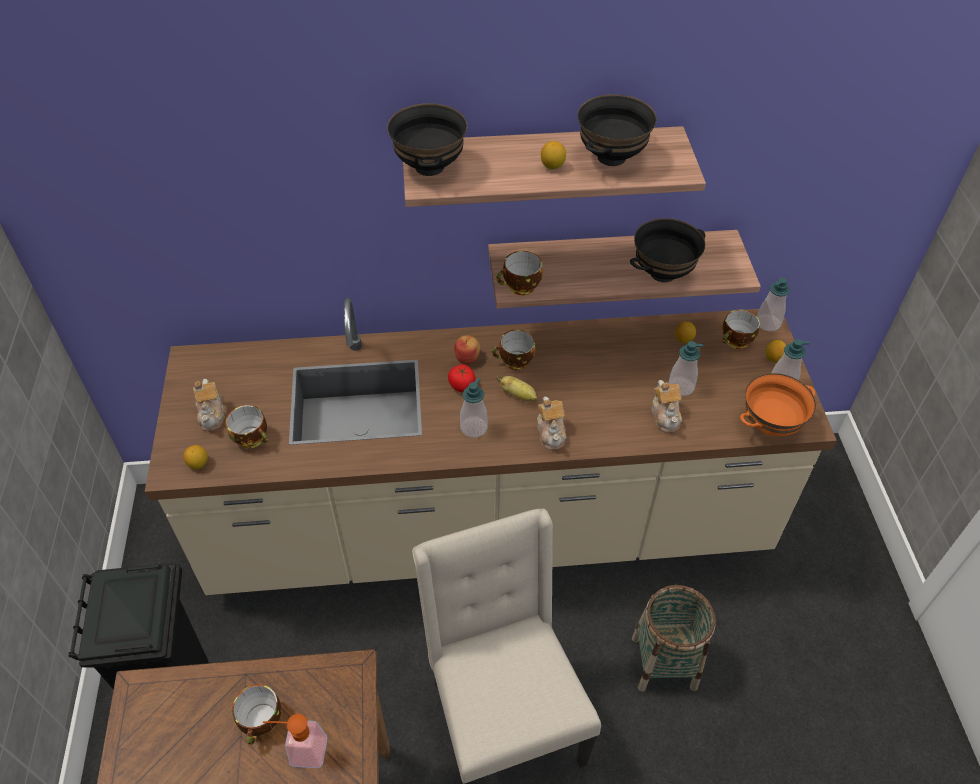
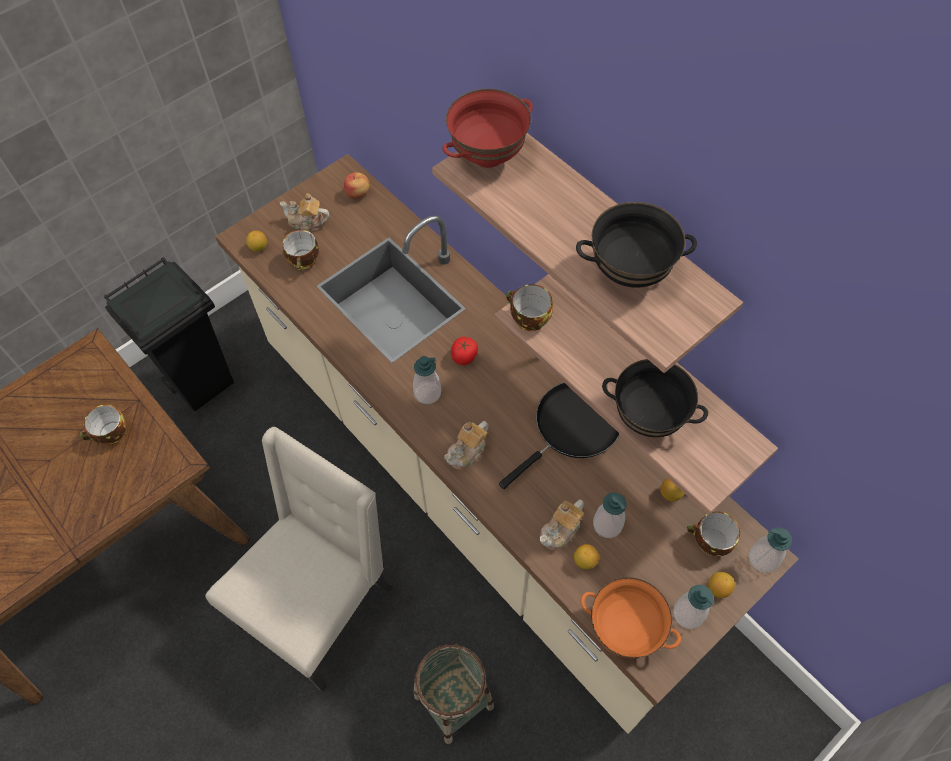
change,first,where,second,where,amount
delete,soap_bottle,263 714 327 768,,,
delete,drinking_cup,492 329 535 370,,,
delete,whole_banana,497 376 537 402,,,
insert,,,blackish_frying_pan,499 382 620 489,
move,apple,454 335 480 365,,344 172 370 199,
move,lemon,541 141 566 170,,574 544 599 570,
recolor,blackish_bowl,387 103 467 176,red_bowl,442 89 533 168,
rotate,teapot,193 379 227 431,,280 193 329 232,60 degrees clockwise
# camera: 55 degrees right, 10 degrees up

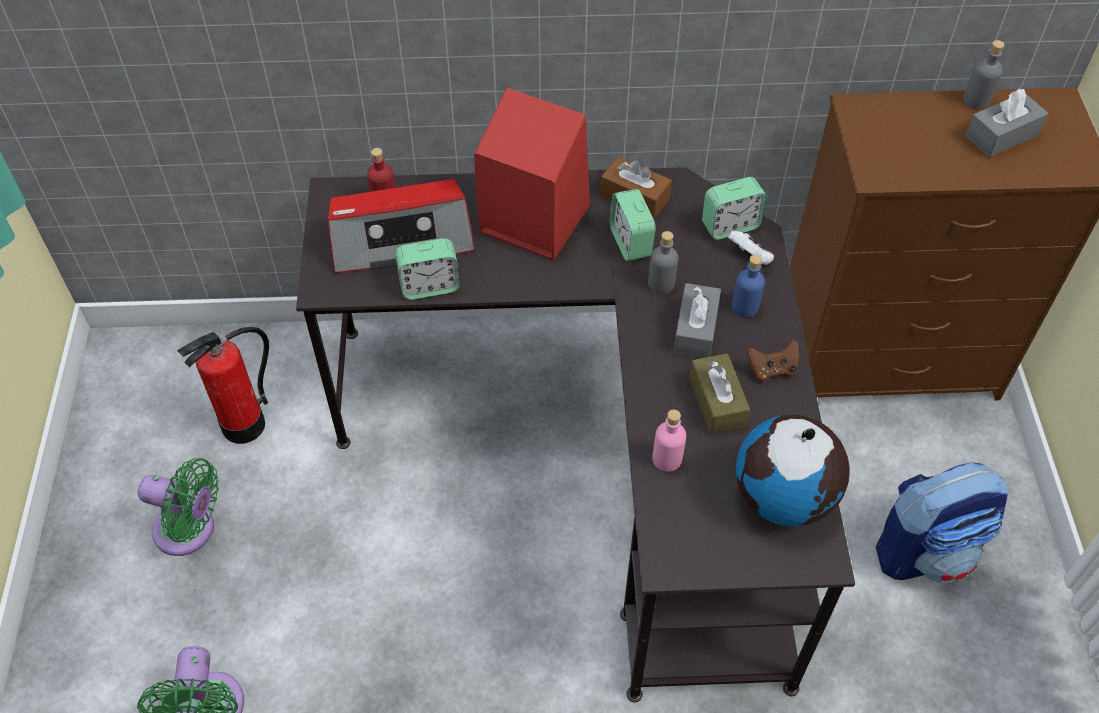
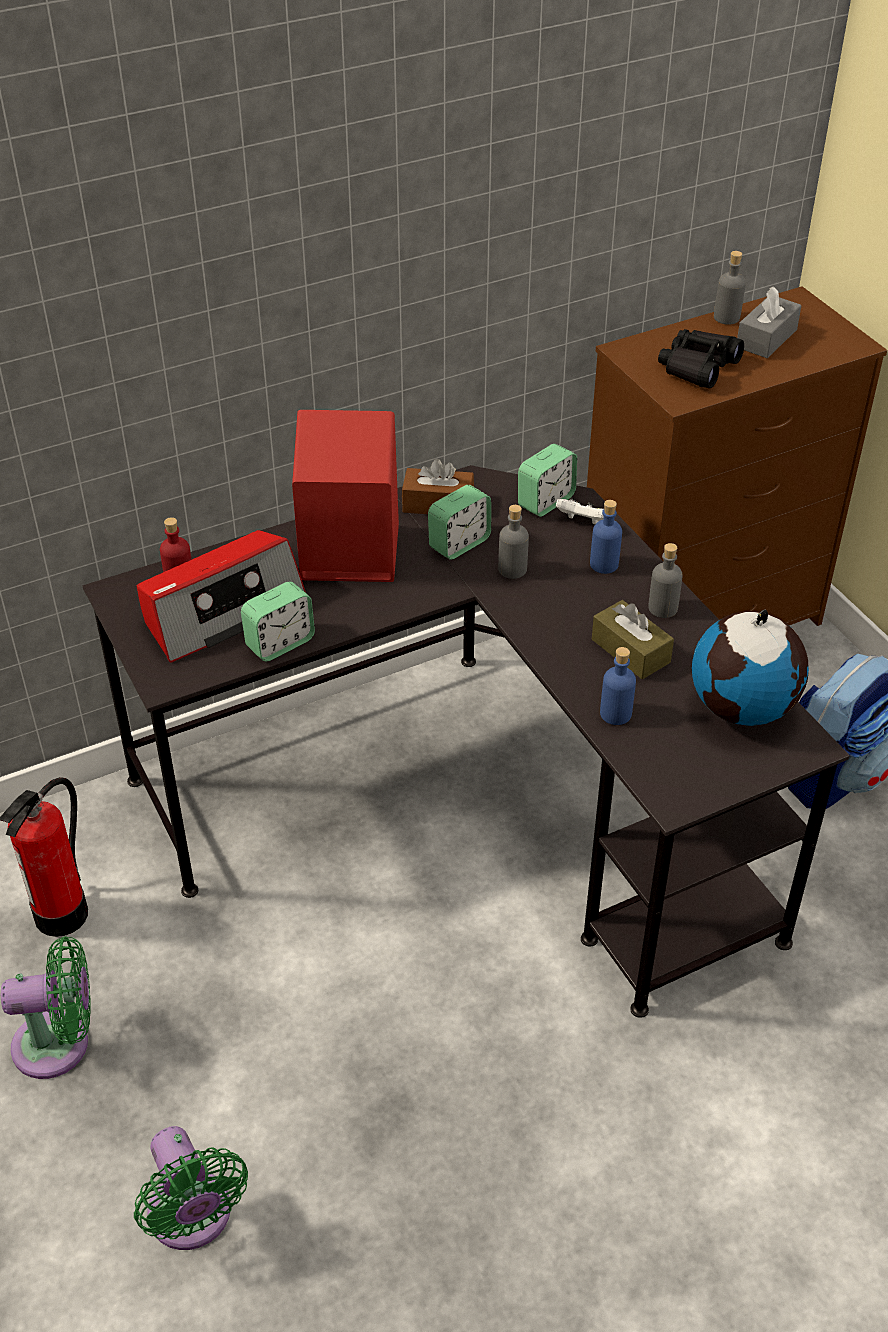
change,first,where,second,where,amount
delete,gray_tissue_holder,673 283 721 358,,,
insert,,,blackish_field_glasses,658 329 744 388,
replace,brownish_gamepad,747 339 799 382,gray_bottle,648 543 683 618,
recolor,pinkish_bottle,652 410 686 472,blue-coloured_bottle,600 647 636 725,
rotate,bedside_clock,610 189 656 261,,428 485 491 560,90 degrees counterclockwise
# camera: 25 degrees left, 10 degrees down

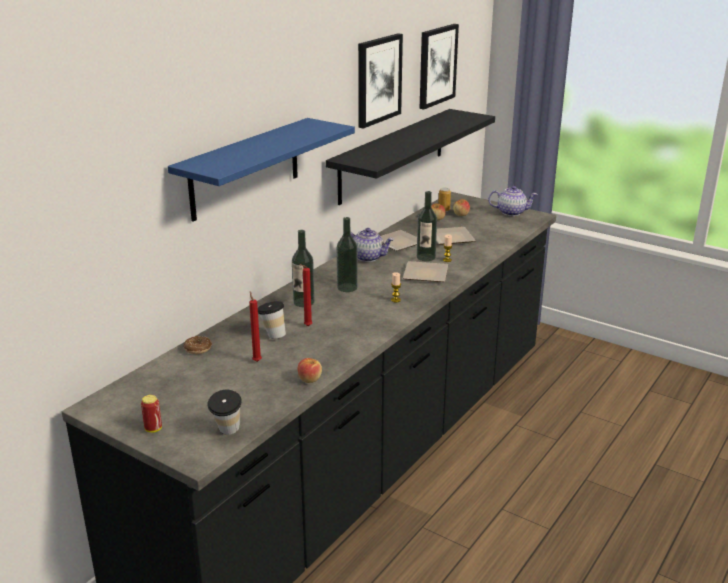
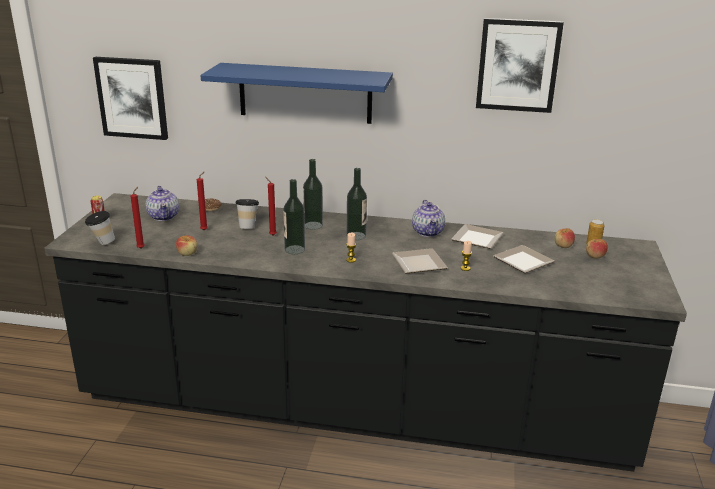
change,first,where,second,where,amount
delete,blackish_wall_shelf,326 109 495 205,,,
insert,,,red_candle,131 187 145 249,
move,bottle,417 191 437 261,,283 179 305 254,
move,wall_art,420 24 459 109,,93 57 168 140,
move,teapot,488 186 538 216,,146 186 179 221,
# camera: 65 degrees right, 0 degrees up

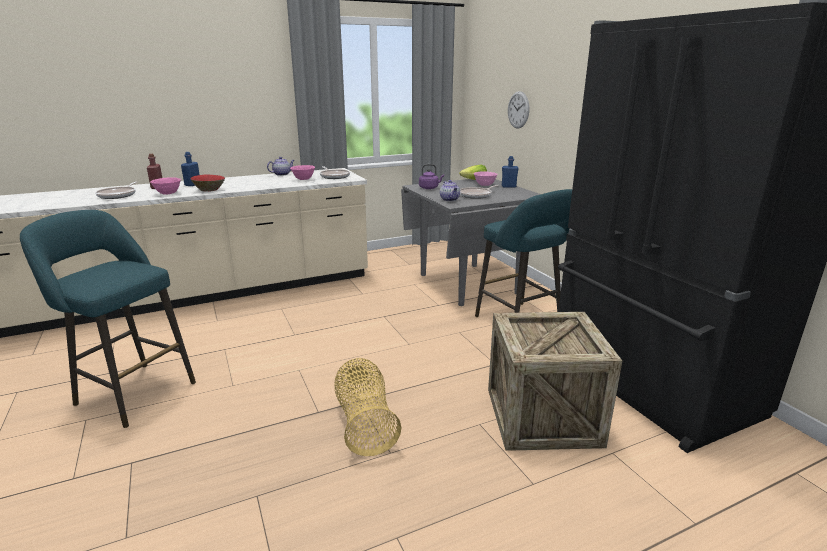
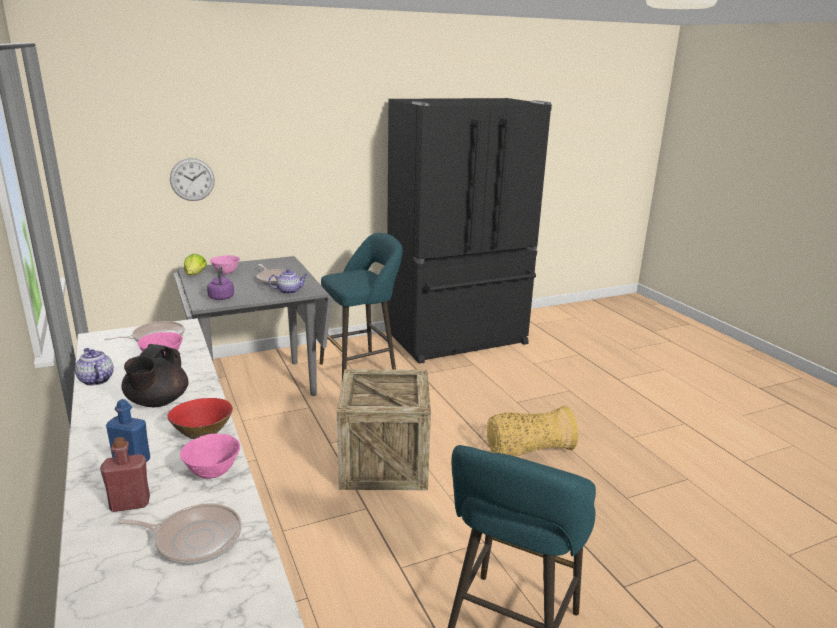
change,first,where,second,where,amount
delete,blue-coloured_bottle,502 156 519 188,,,
insert,,,blackish_teapot,121 344 188 407,
move,packing_crate,488 312 622 451,,337 369 431 490,
# camera: 90 degrees left, 0 degrees up

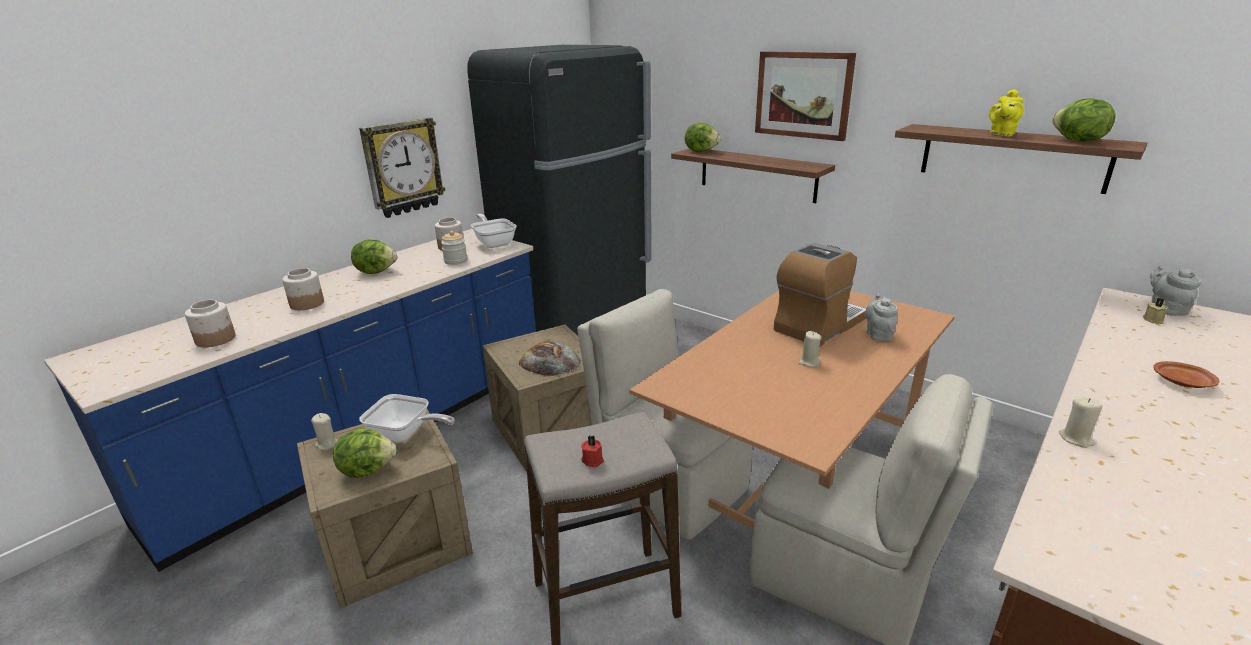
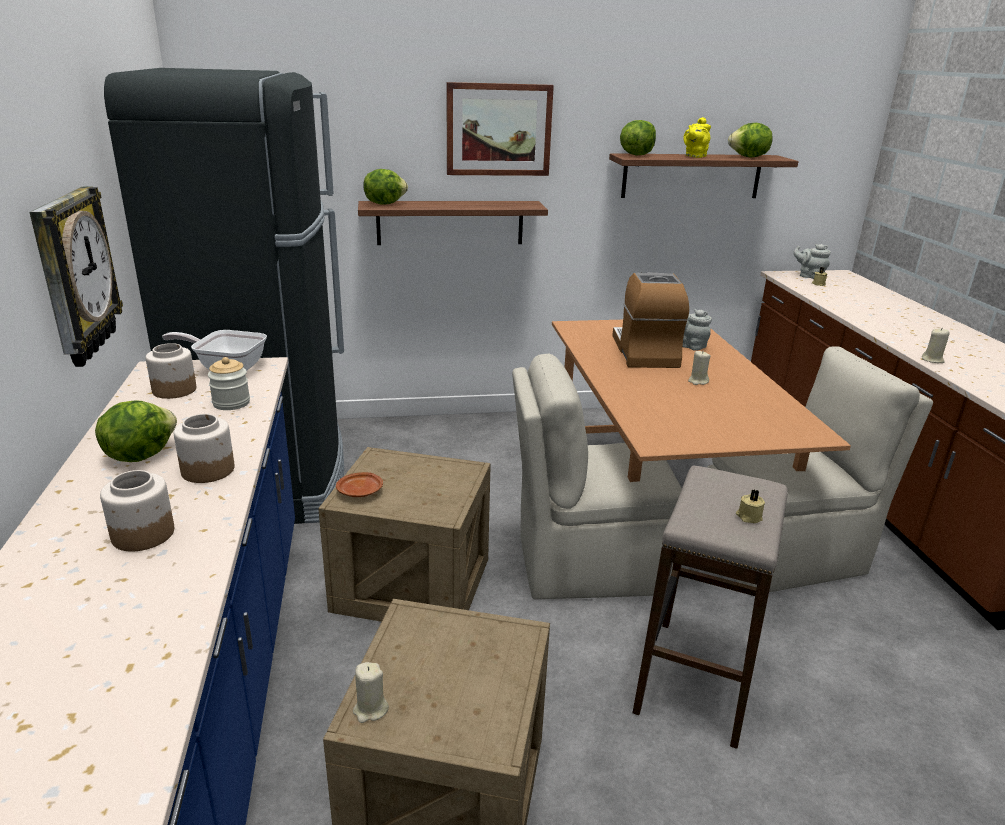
change,first,where,second,where,amount
delete,frying_pan,359 394 455 442,,,
delete,bakery_bread,519 341 581 376,,,
move,preserve_jar,185 300 236 347,,174 414 235 483,
move,lettuce,333 428 397 478,,620 120 656 155,
move,brownish_plate,1153 361 1219 388,,336 472 383 497,
recolor,red_candle,581 436 604 467,sand-coloured_candle,736 489 765 523,
rotate,yellowish_teapot,989 89 1024 136,,683 117 711 158,45 degrees clockwise
# camera: 50 degrees left, 0 degrees up

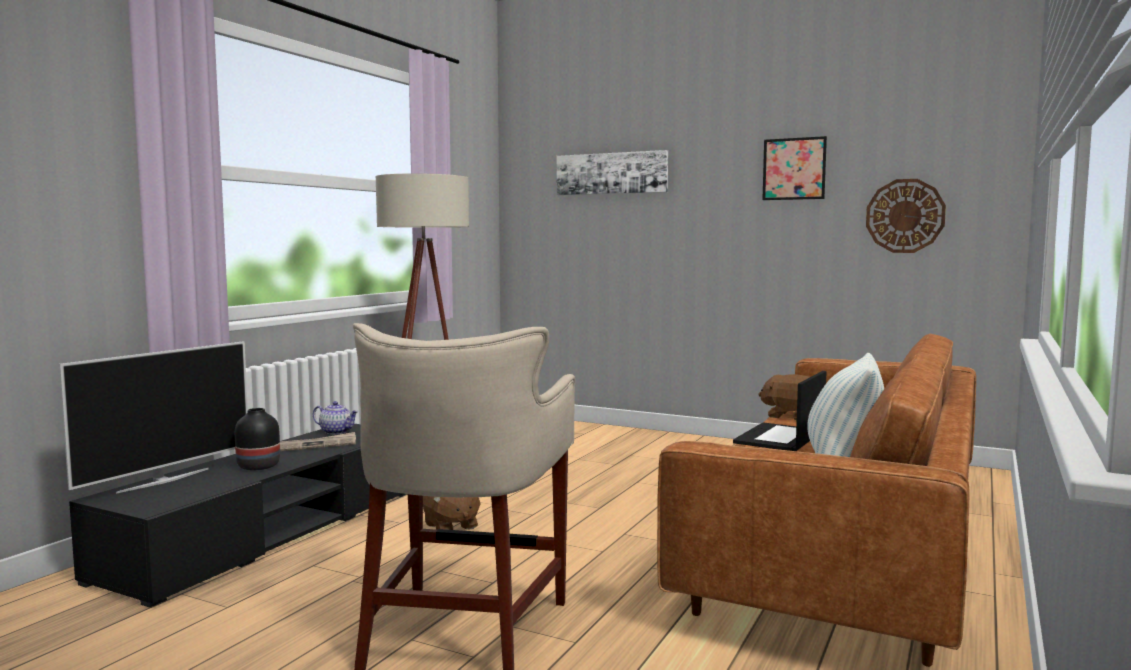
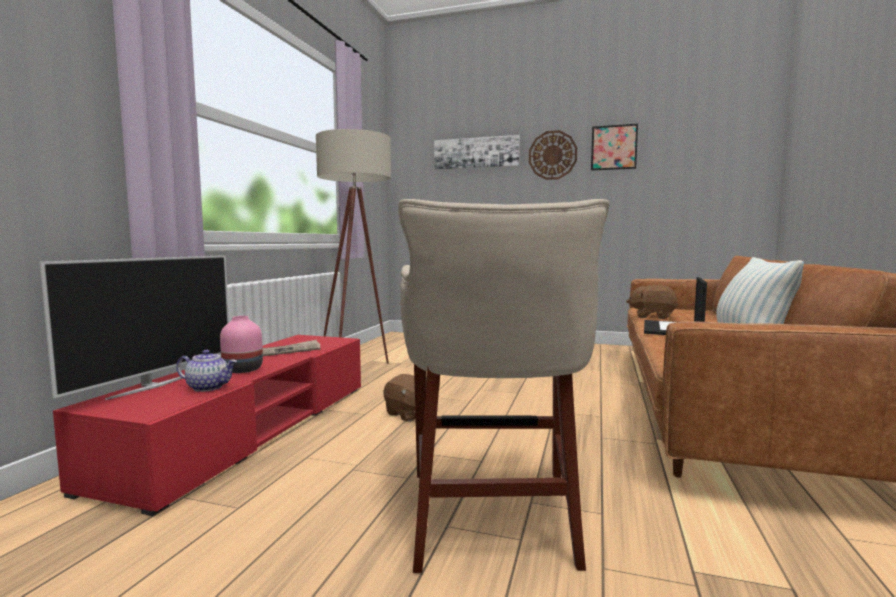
change,first,where,second,where,amount
move,teapot,313 401 359 435,,176 350 237 392,
move,clock_on_the_wall,866 179 946 253,,529 130 577 180,
recolor,blackish_media_console,69 424 406 608,red_media_console,53 335 361 516,
recolor,blackish_decorative_vase,235 408 280 470,pinkish_decorative_vase,220 316 263 373,
# camera: 10 degrees left, 0 degrees up

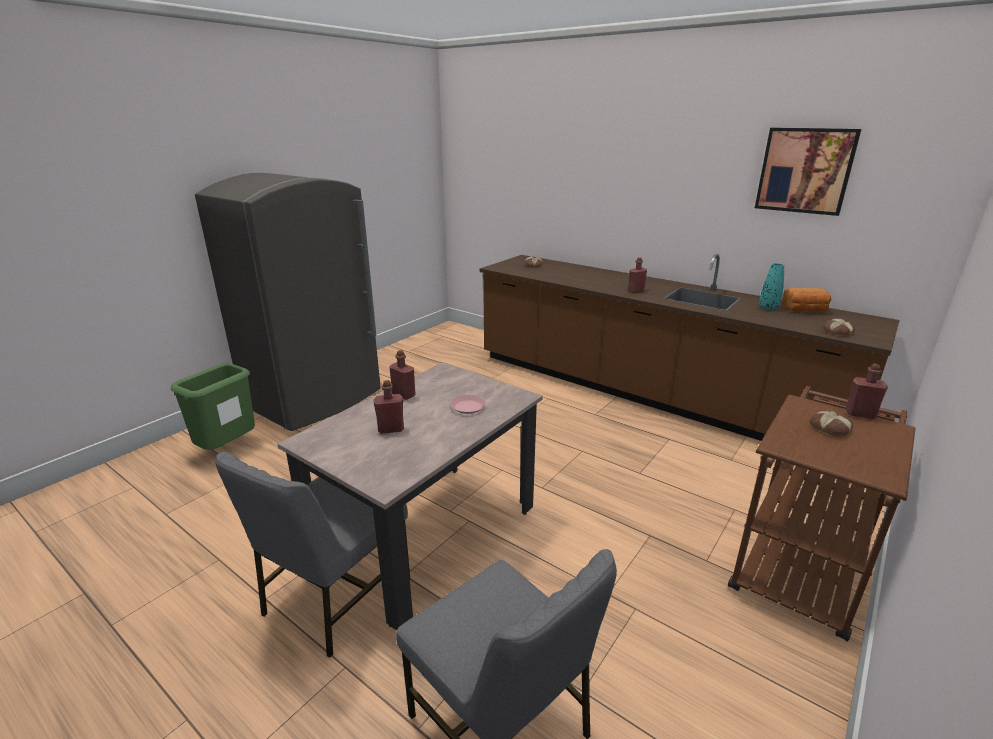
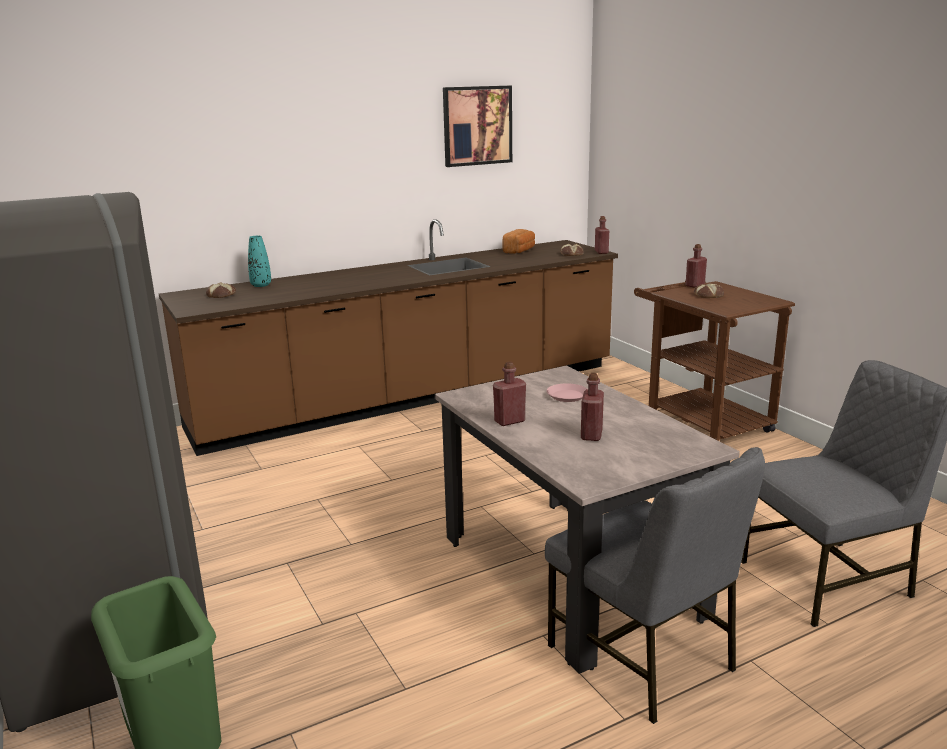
change,first,where,second,where,amount
move,red_bottle,628 257 647 293,,595 216 609 254,
move,blue-green_decorative_vase,759 263 784 310,,248 236 271 287,
# camera: 65 degrees left, 5 degrees down

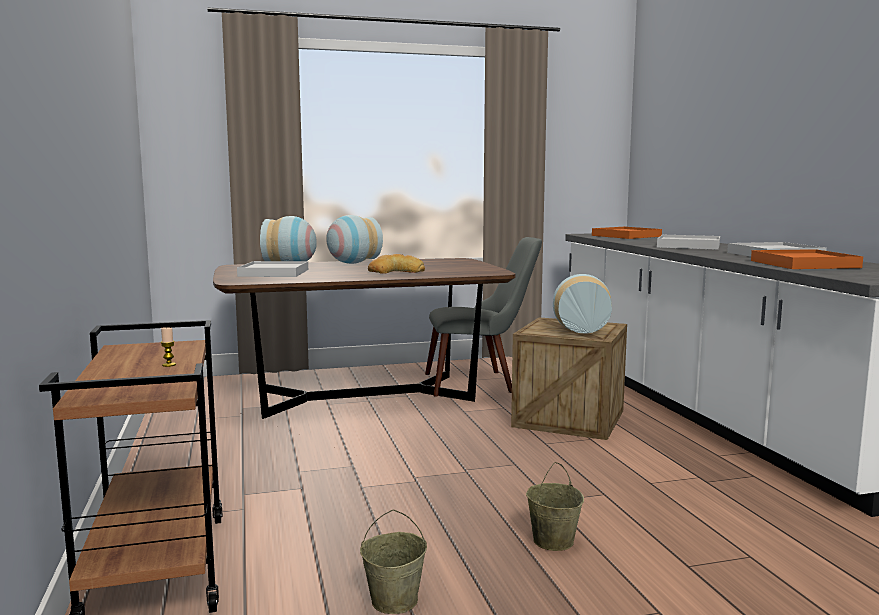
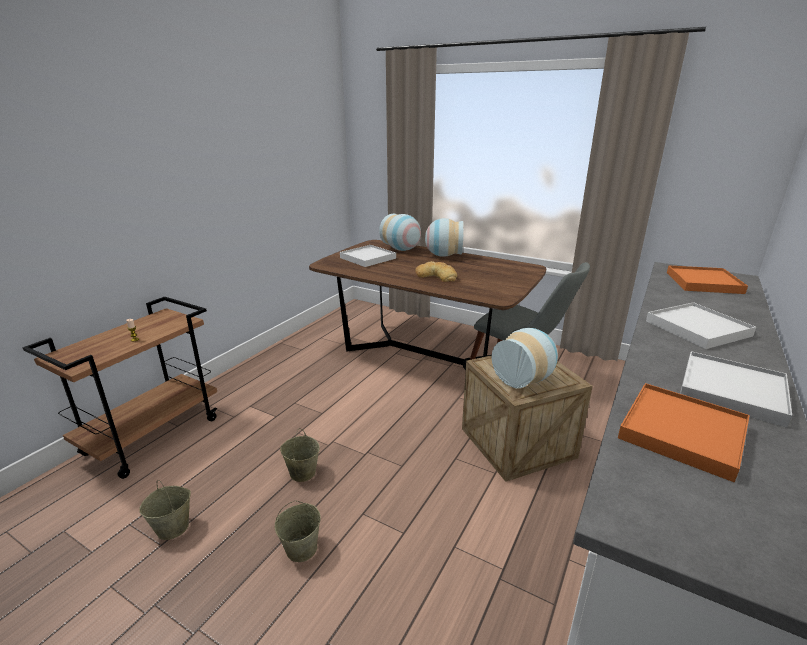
change,first,where,second,where,amount
insert,,,sand-coloured_water_bucket,280 428 320 482,
# camera: 45 degrees right, 15 degrees up

